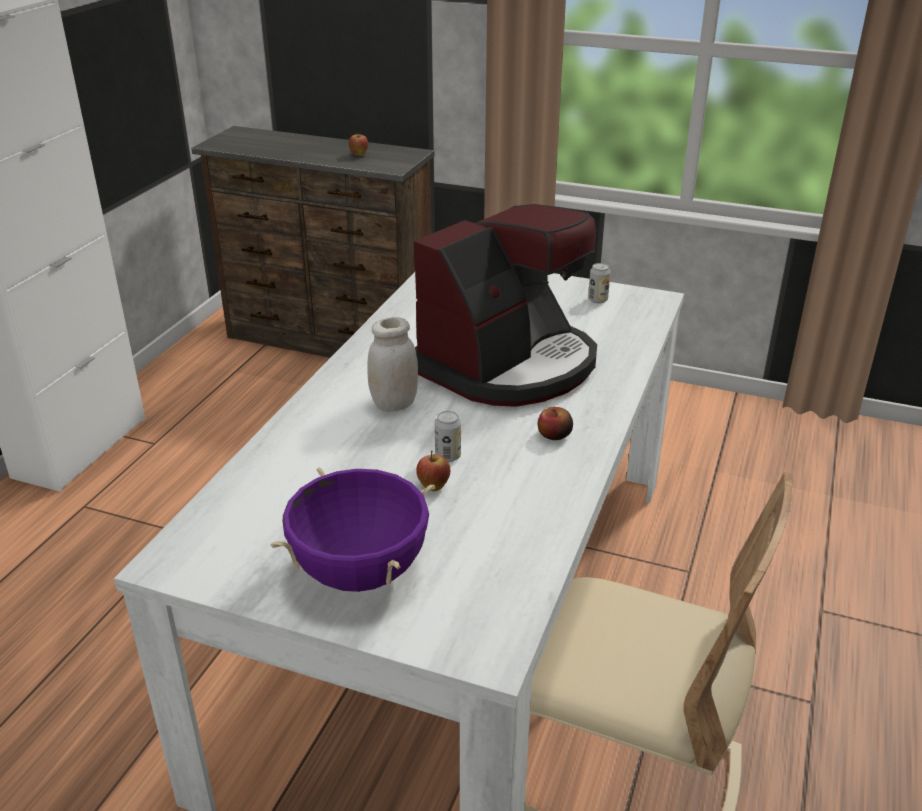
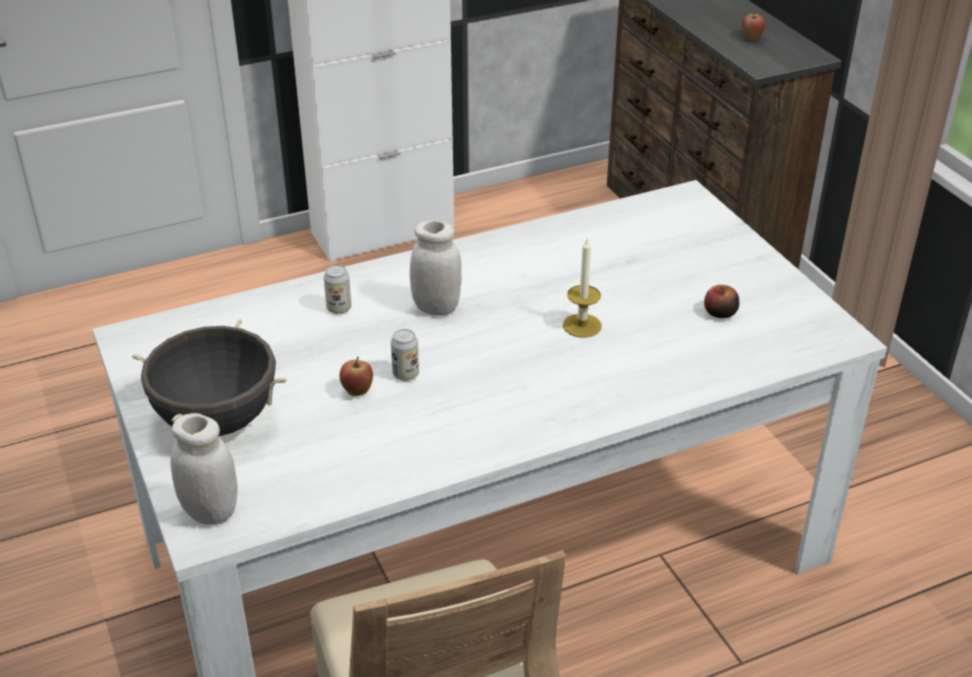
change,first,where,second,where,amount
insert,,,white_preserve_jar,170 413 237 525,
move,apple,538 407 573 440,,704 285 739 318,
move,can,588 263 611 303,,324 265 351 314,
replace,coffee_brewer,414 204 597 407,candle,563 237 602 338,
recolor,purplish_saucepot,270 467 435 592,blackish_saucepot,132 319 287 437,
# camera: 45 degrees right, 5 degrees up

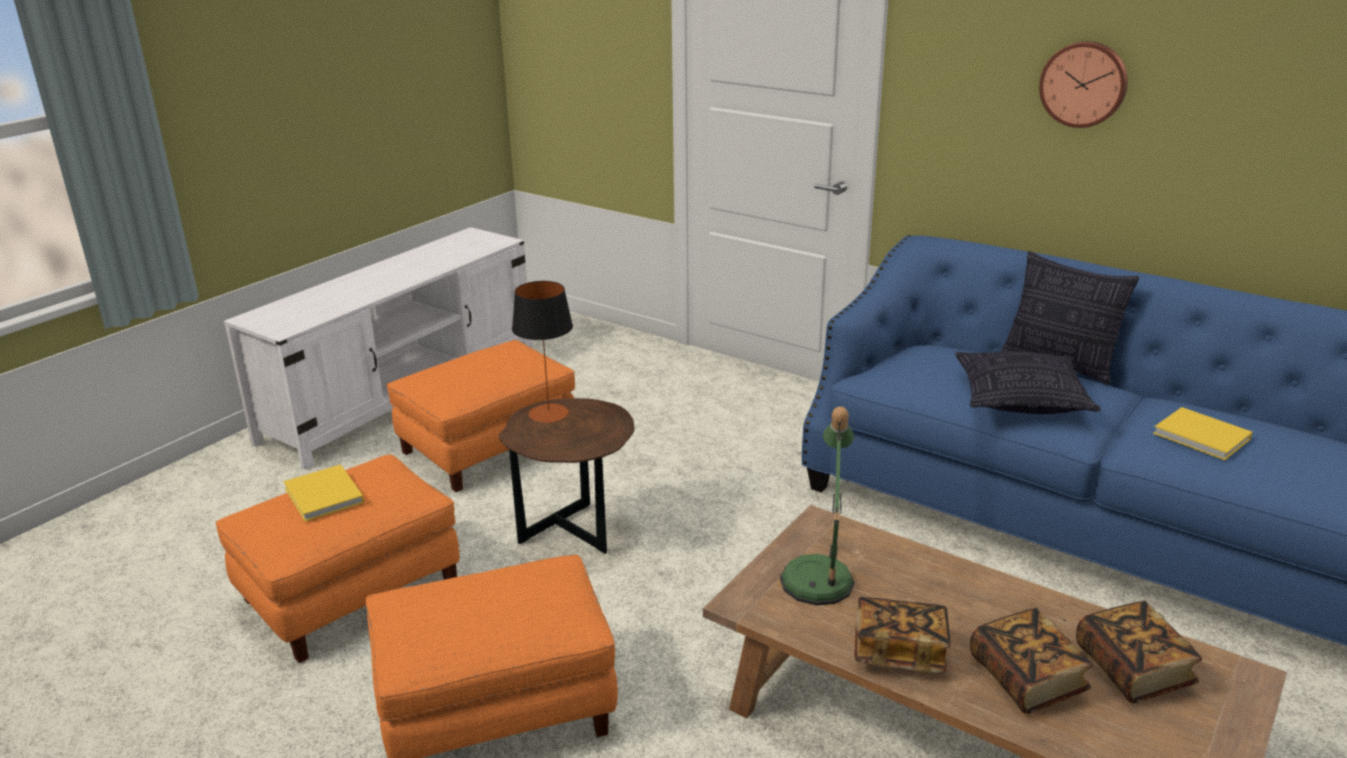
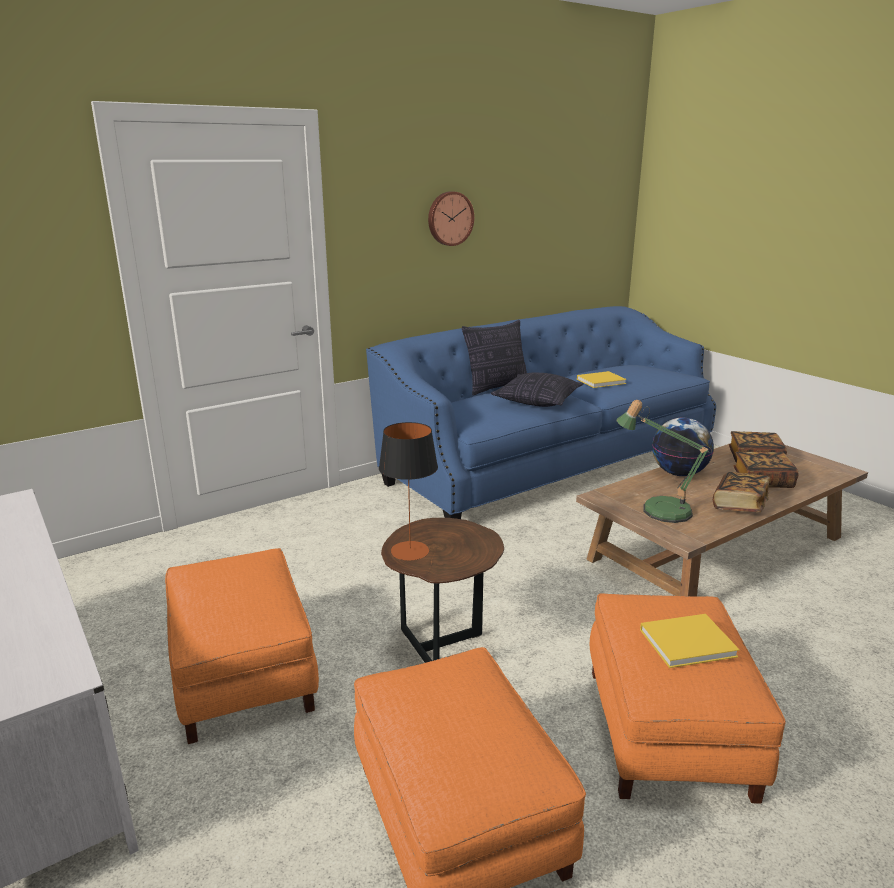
change,first,where,second,where,amount
insert,,,globe,652 418 714 476,
move,yellowish_book,283 464 364 522,,640 614 740 668,
# camera: 70 degrees left, 5 degrees down

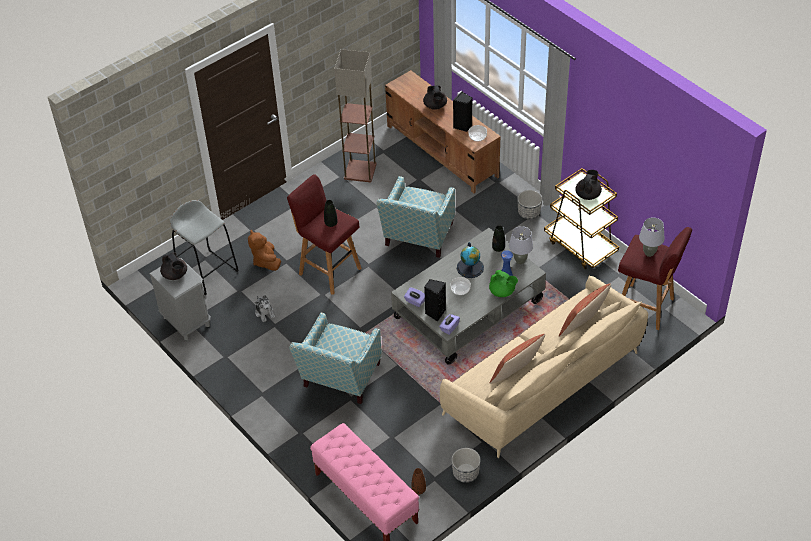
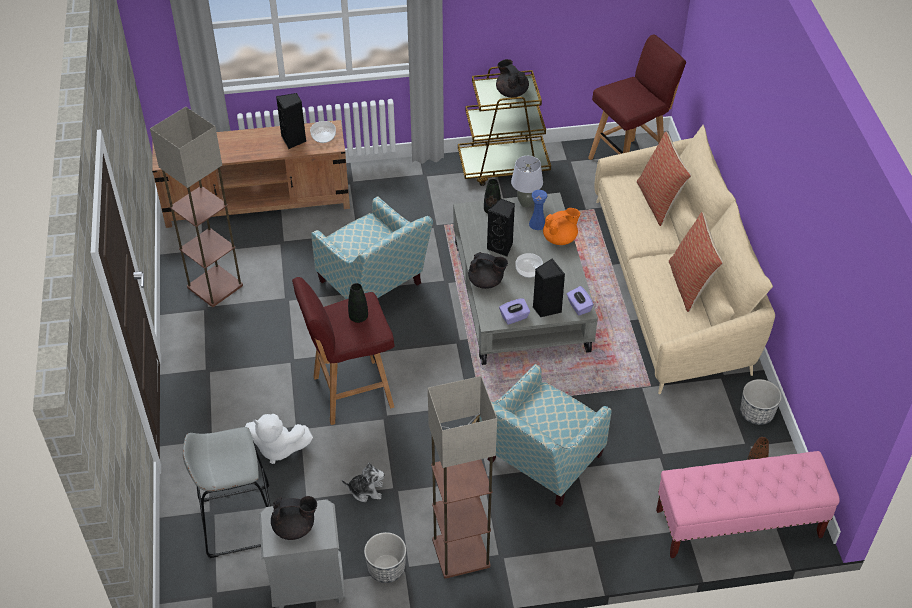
change,first,where,second,where,amount
delete,gray_tabletop_lamp,639 217 665 257,,,
insert,,,standard_lamp,428 376 497 579,
move,blackish_teapot,423 85 447 110,,468 252 508 289,
move,flower_pot,517 190 542 219,,364 532 406 583,
replace,globe,457 242 484 278,blackish_loudspeaker,487 199 515 257,
recolor,brownish_plush_toy,248 230 281 271,white_plush_toy,245 414 313 464,
recolor,greenish_teapot,489 270 518 297,orange-coloured_teapot,543 208 580 245,
rotate,lounge_chair,289 312 382 404,,479 364 612 507,75 degrees clockwise
# camera: 60 degrees left, 0 degrees up

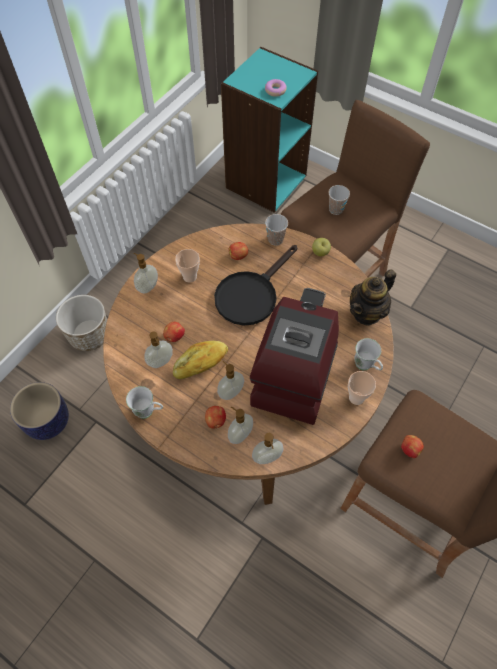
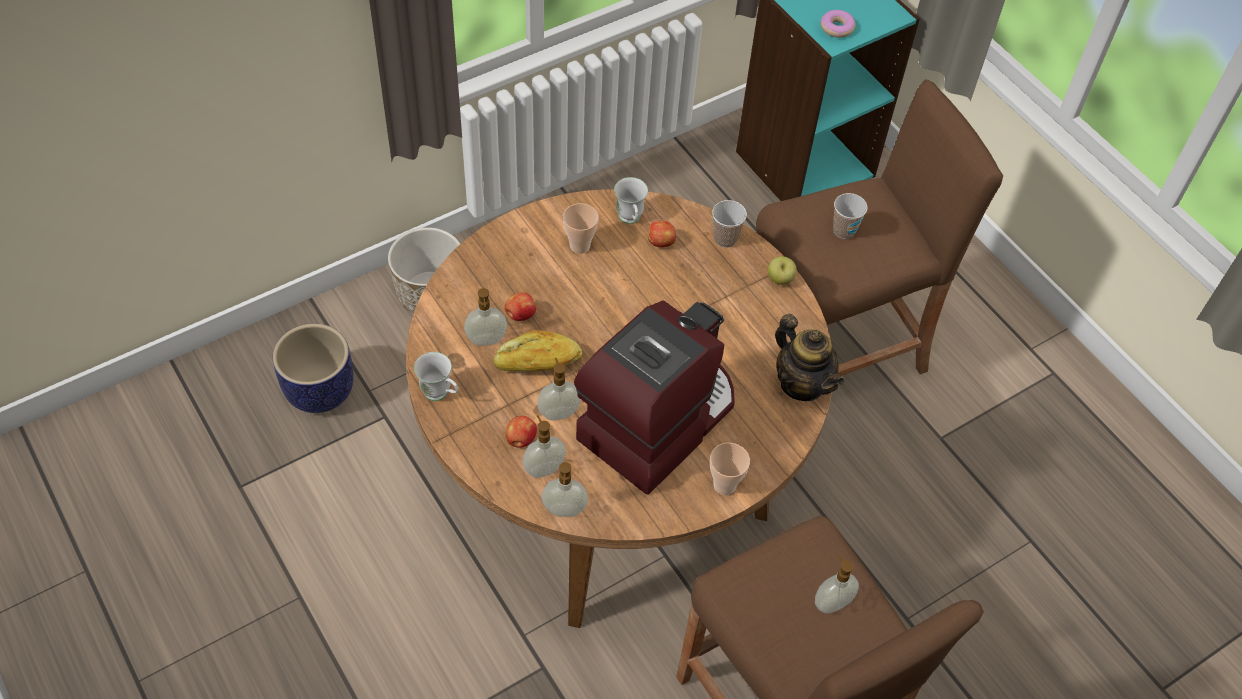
change,first,where,second,where,amount
delete,blackish_frying_pan,214 245 297 326,,,
delete,apple,401 435 424 458,,,
move,soap_bottle,134 253 158 294,,815 554 859 613,
move,white_coffee_mug,354 338 383 371,,614 177 648 224,
rotate,teapot,350 269 396 326,,775 314 844 401,105 degrees counterclockwise
# camera: 20 degrees right, 5 degrees down

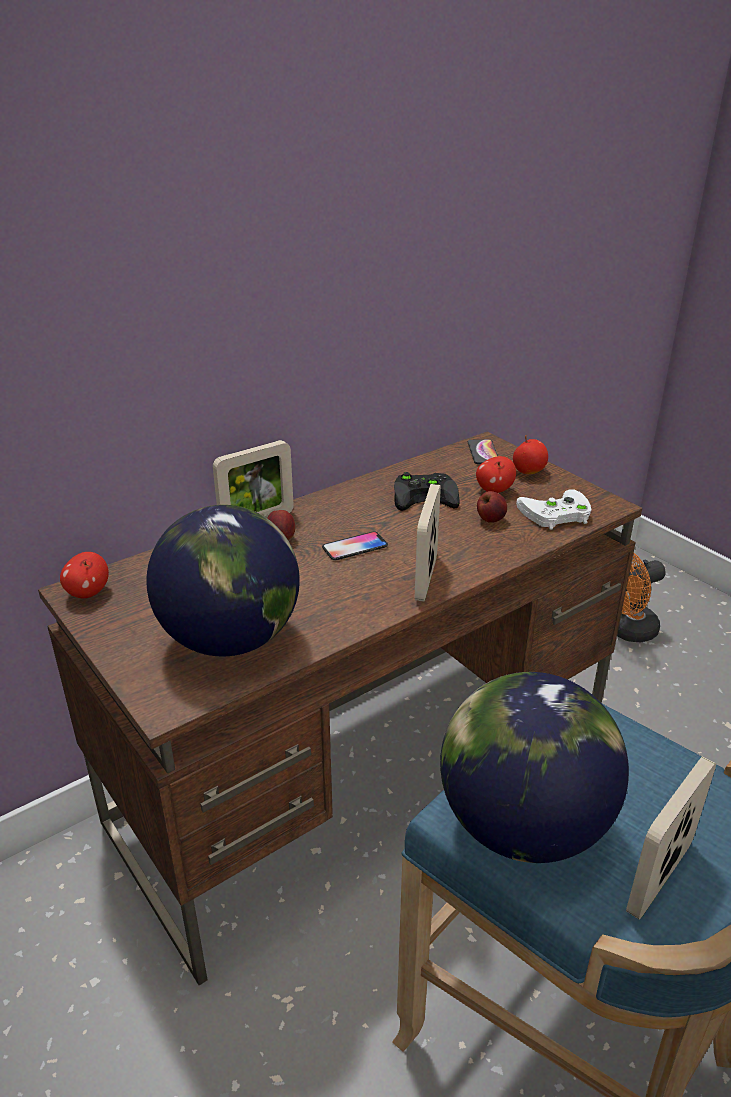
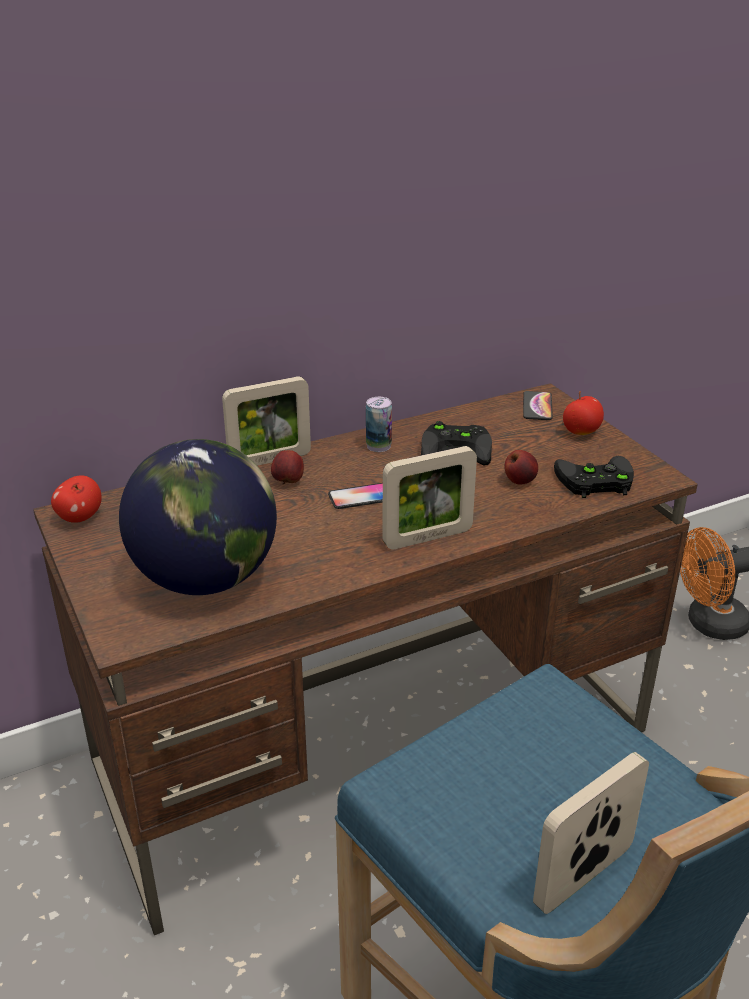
change,first,where,second,where,amount
delete,globe,440 672 629 863,,,
delete,apple,476 456 516 493,,,
insert,,,can,366 397 392 452,
recolor,white_gamepad,516 489 591 530,blackish_gamepad,554 456 634 498,
rotate,picture_frame,415 484 441 602,,382 446 477 550,135 degrees counterclockwise
# camera: 10 degrees right, 0 degrees up

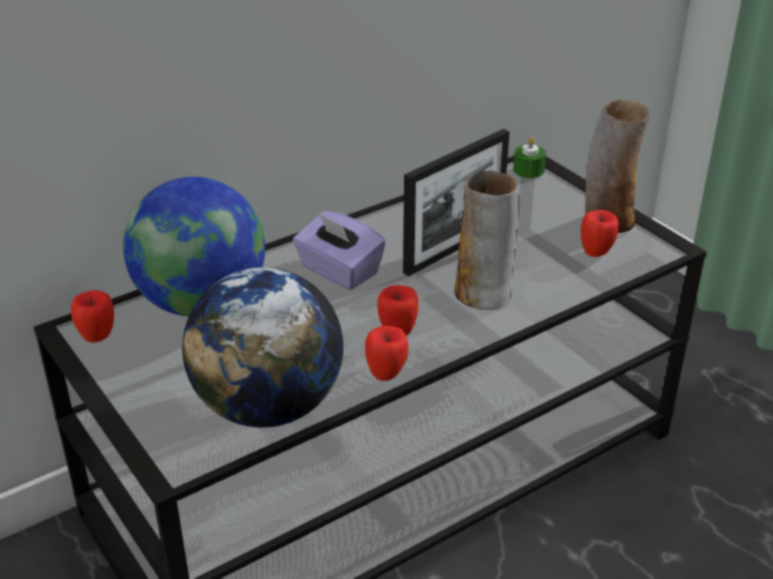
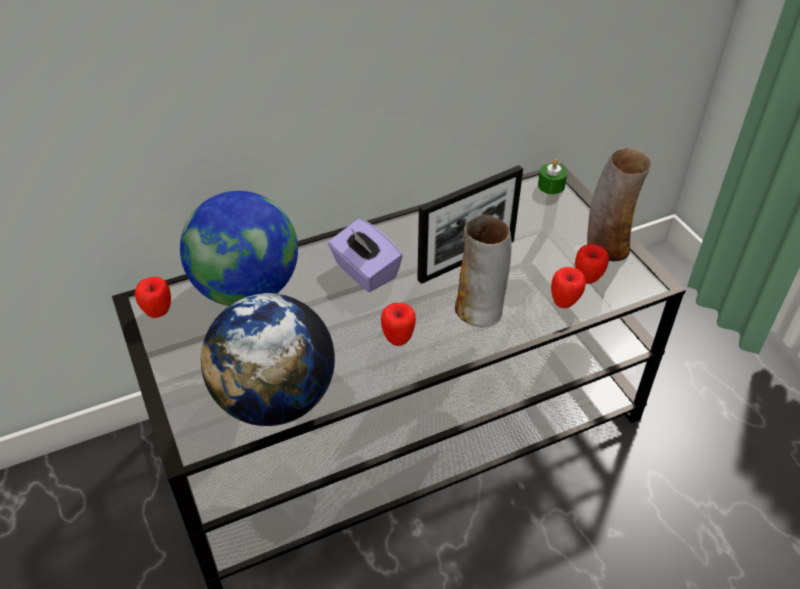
change,first,where,second,where,amount
move,apple,365 326 408 381,,551 267 586 308,
# camera: 10 degrees right, 10 degrees up

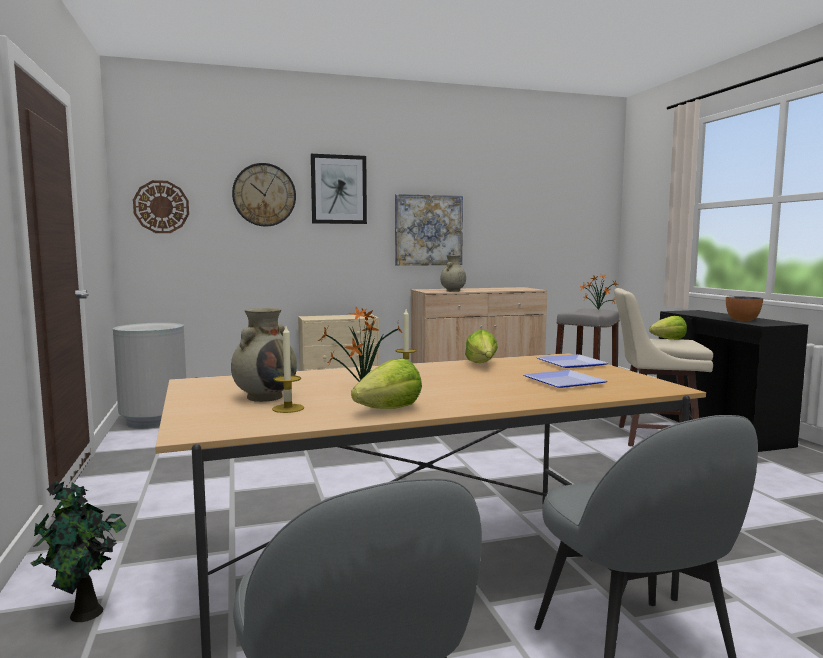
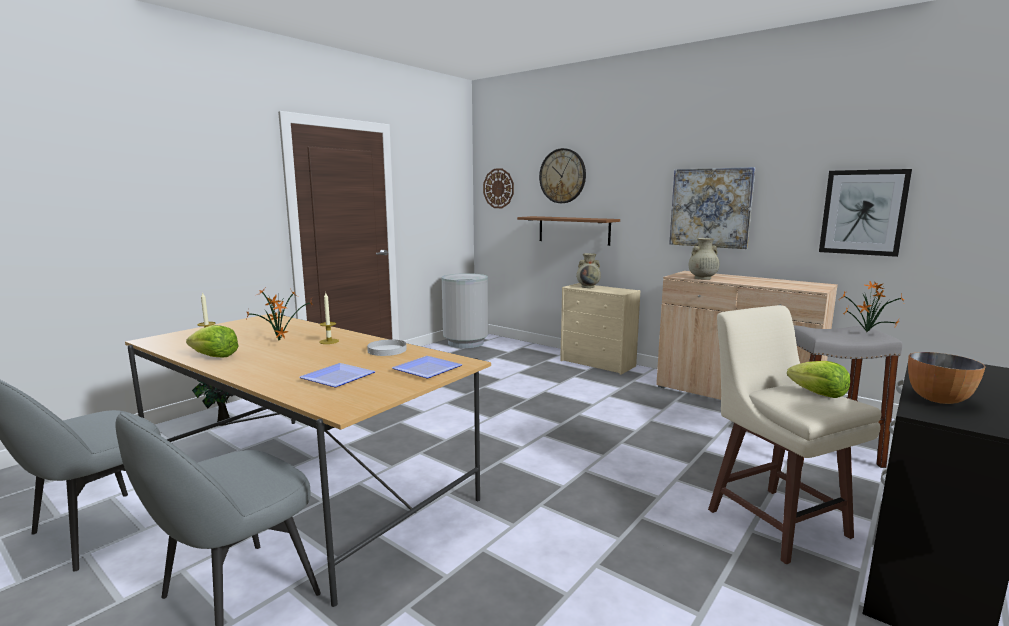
change,first,where,second,where,amount
insert,,,brownish_wall_shelf,517 216 620 246,
move,sand-coloured_decorative_vase,231 308 297 402,,577 253 601 288,
move,wall_art,311 154 367 224,,819 169 912 257,
replace,lettuce,465 330 498 363,white_plate,367 339 407 356,
# camera: 55 degrees right, 5 degrees up

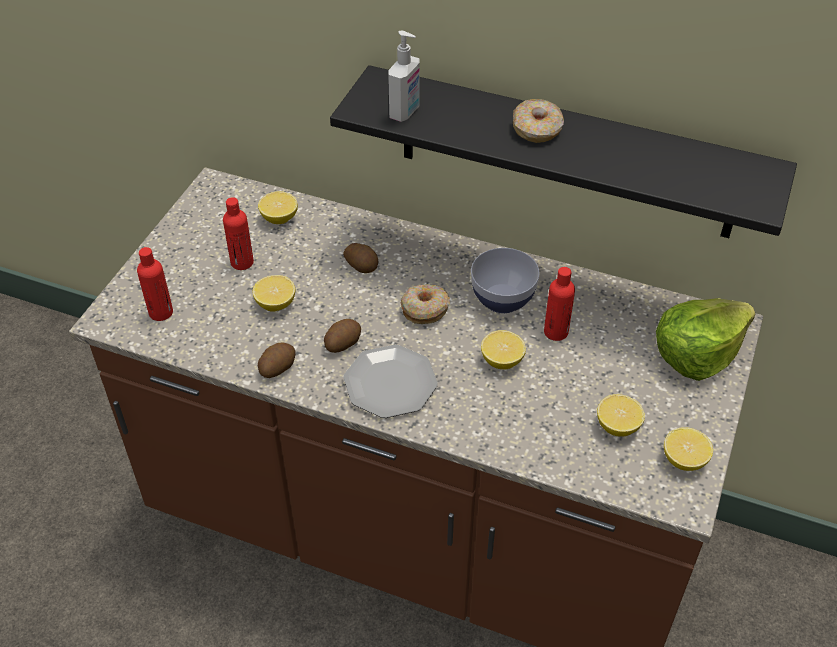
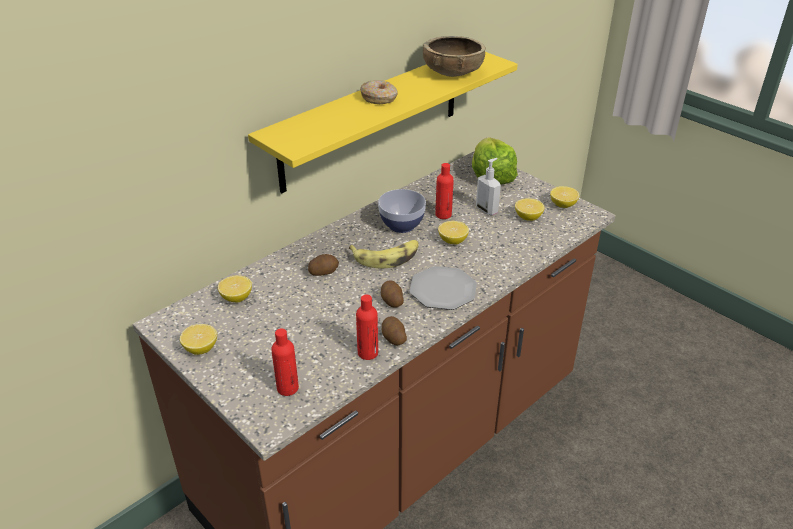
change,first,where,second,where,amount
insert,,,brownish_bowl,423 36 486 77,
move,red_bottle,223 197 254 270,,356 295 378 360,
move,lemon,253 275 295 312,,180 324 217 355,
move,soap_bottle,388 31 420 122,,476 158 501 215,
replace,donut,401 284 450 324,whole_banana,349 240 419 268,
recolor,blackish_wall_shelf,330 65 797 238,yellowish_wall_shelf,248 52 518 193,
# camera: 65 degrees left, 10 degrees down

